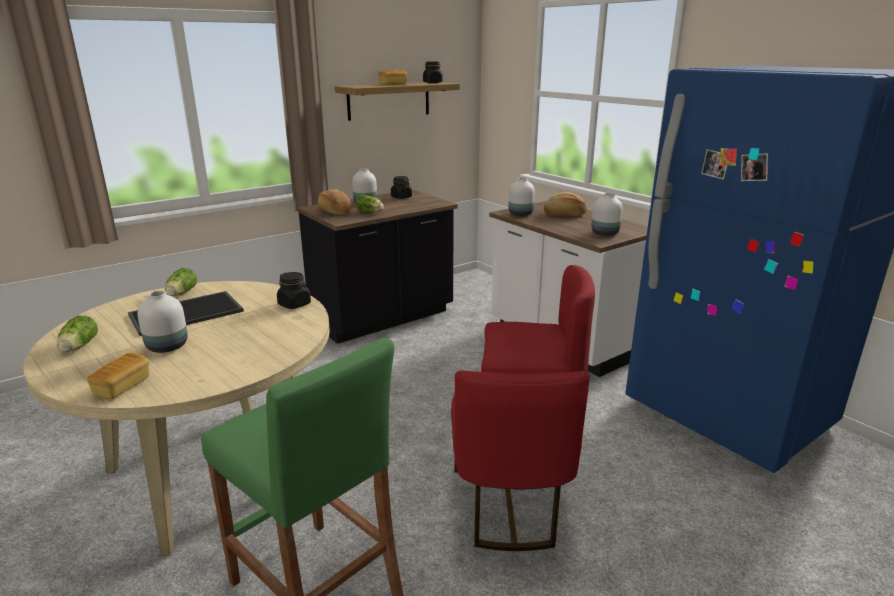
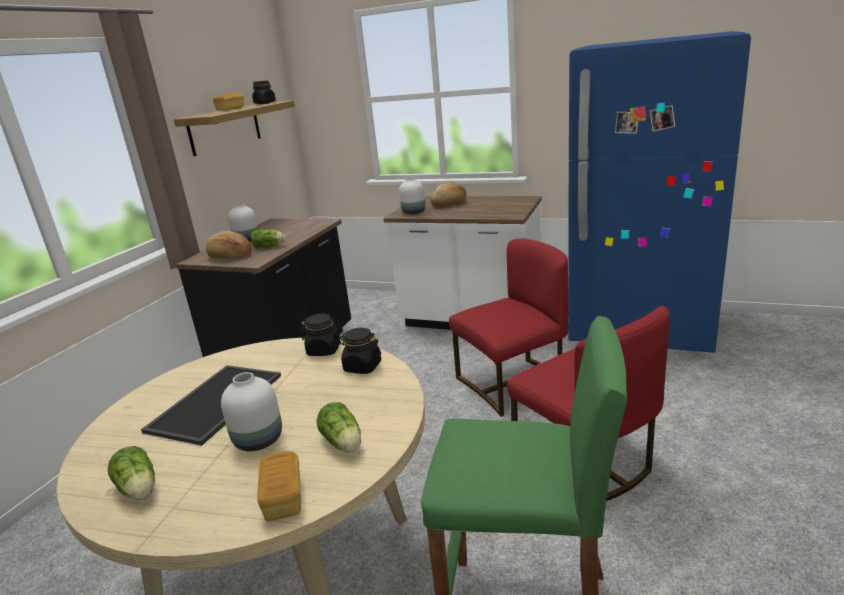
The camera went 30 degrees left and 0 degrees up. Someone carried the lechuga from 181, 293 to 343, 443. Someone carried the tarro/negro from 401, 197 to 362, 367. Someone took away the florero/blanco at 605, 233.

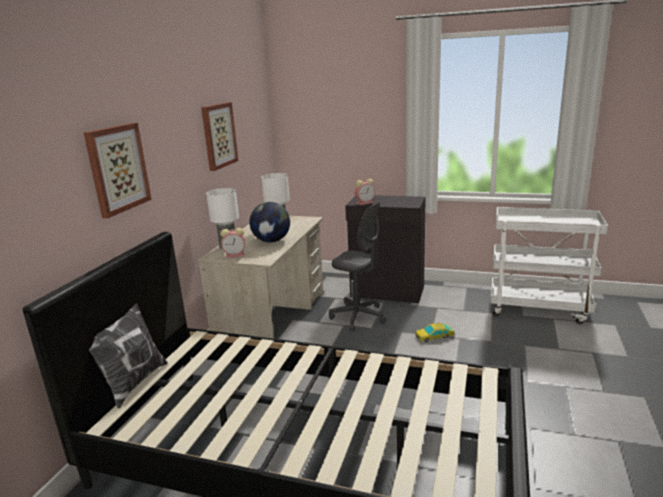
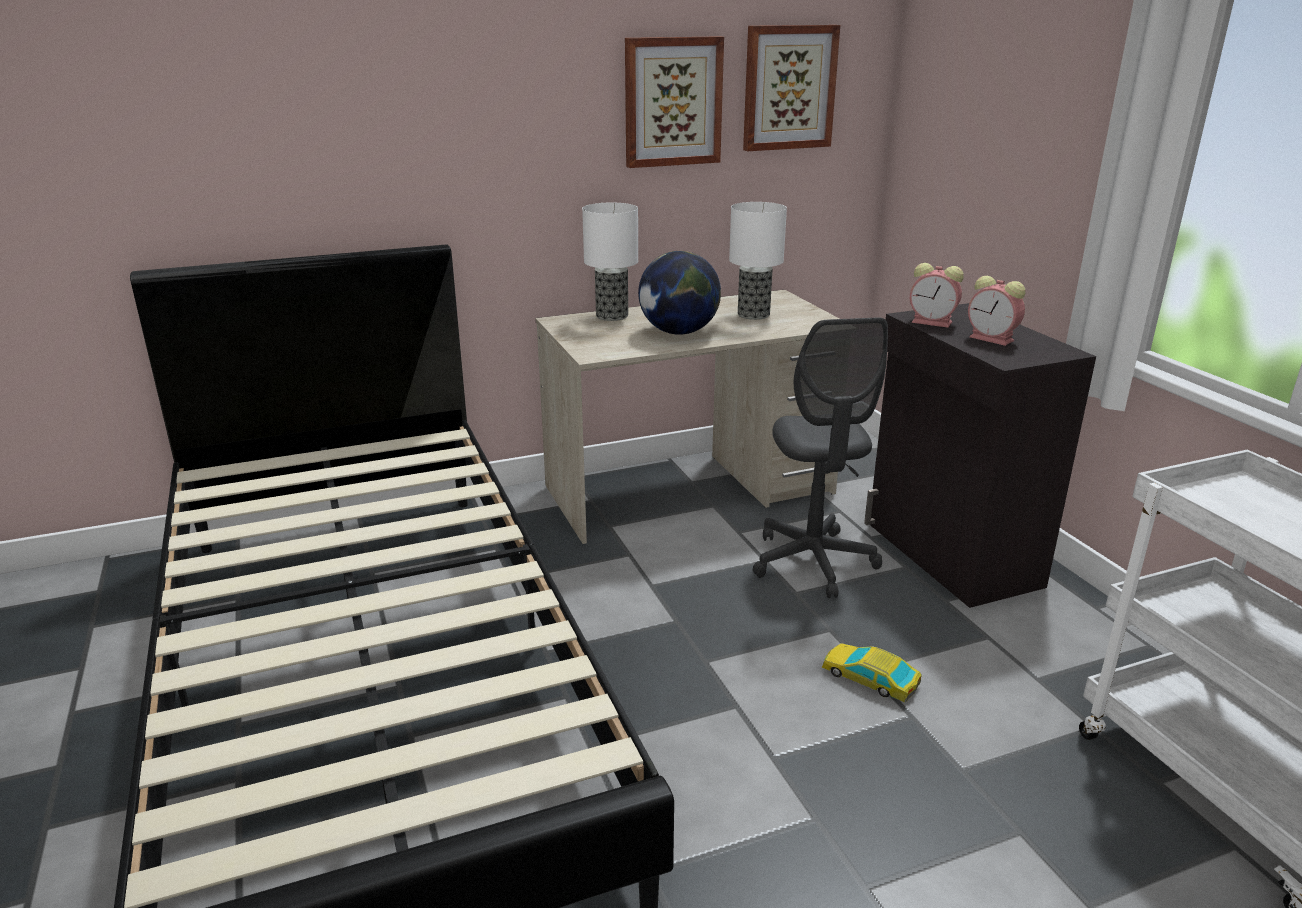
The camera went 50 degrees right and 5 degrees up. Someone carried the cuadro from 117, 168 to 788, 88. Someone took away the cojín at 132, 384. Someone carried the despertador from 235, 255 to 993, 339.

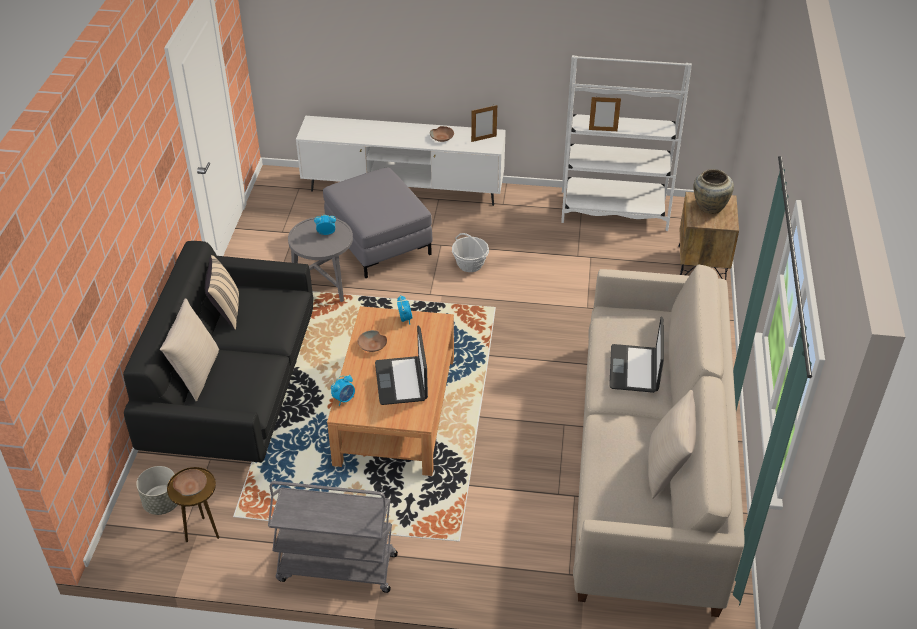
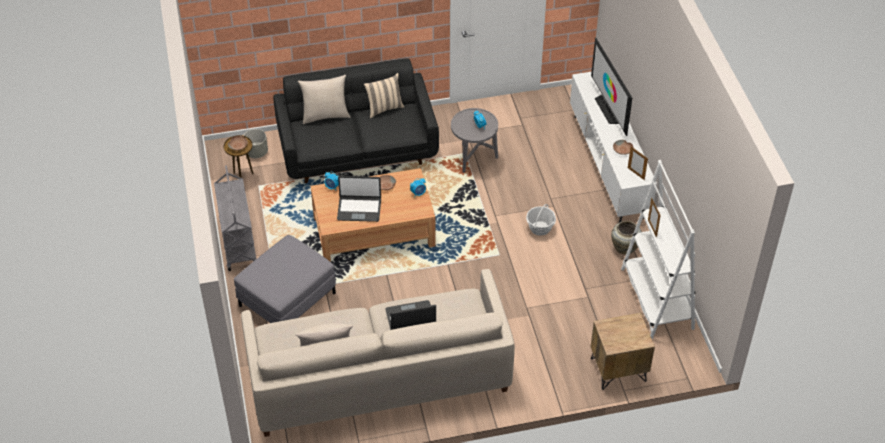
The camera went 70 degrees right and 5 degrees up. Someone carried the puf/gris from 379, 242 to 287, 300. Someone rotated the portátil at 402, 381 by 150 degrees counterclockwise. Someone carried the florero/beis from 709, 206 to 624, 247. Someone put down the televisor at 609, 109.

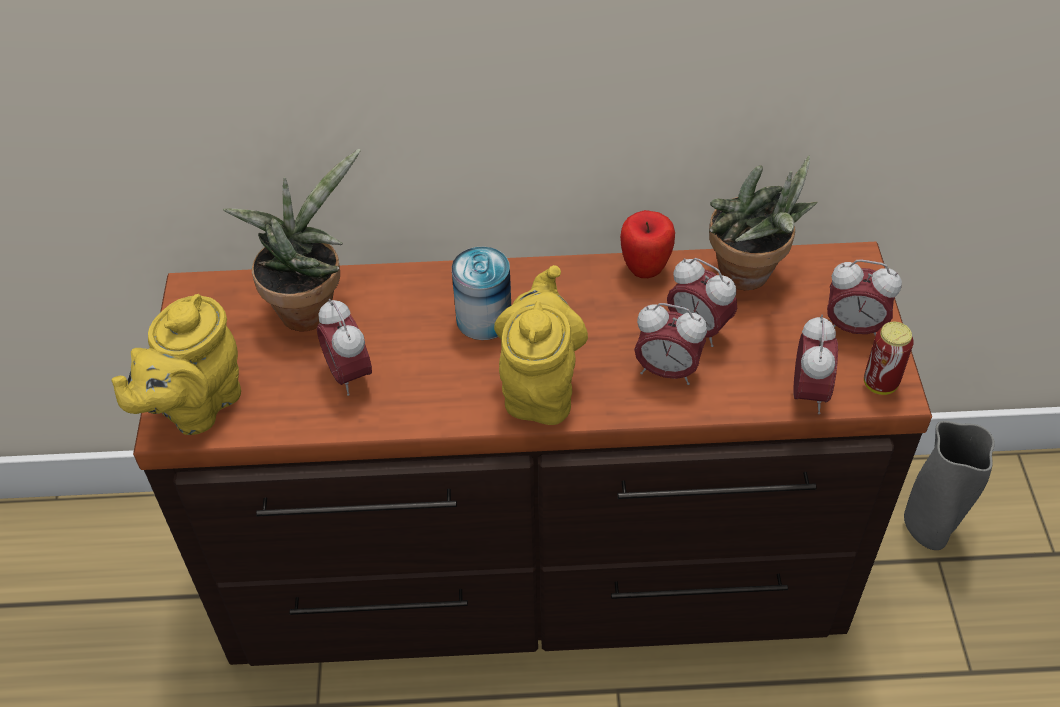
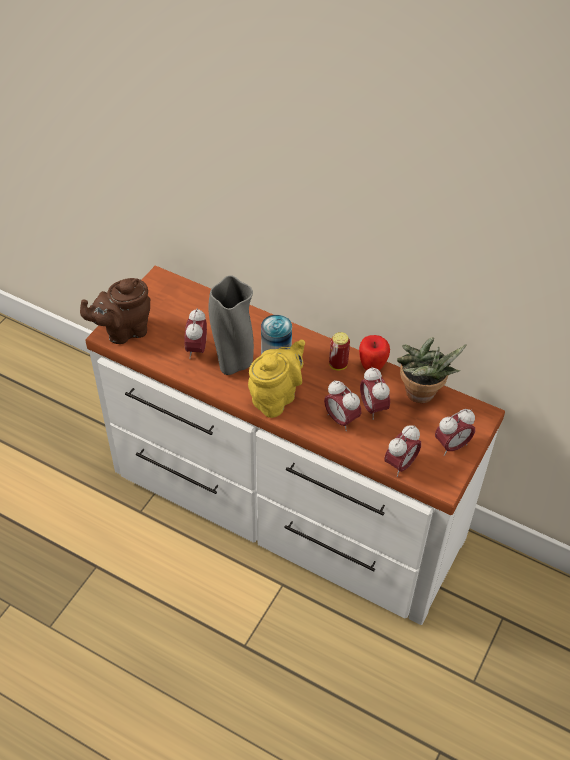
The camera went 30 degrees right and 0 degrees up. Someone repainted the tetera/amarillo at 196, 406, which became the tetera/marrón at 123, 331. Someone repainted the cómoda/marrón at 535, 572, which became the cómoda/blanco at 284, 507. Someone took away the planta en maceta at 309, 306. Someone rotated the despertador at 853, 328 by 75 degrees counterclockwise. Someone carried the lata from 880, 383 to 338, 365. Someone carried the florero/gris from 929, 530 to 233, 364.

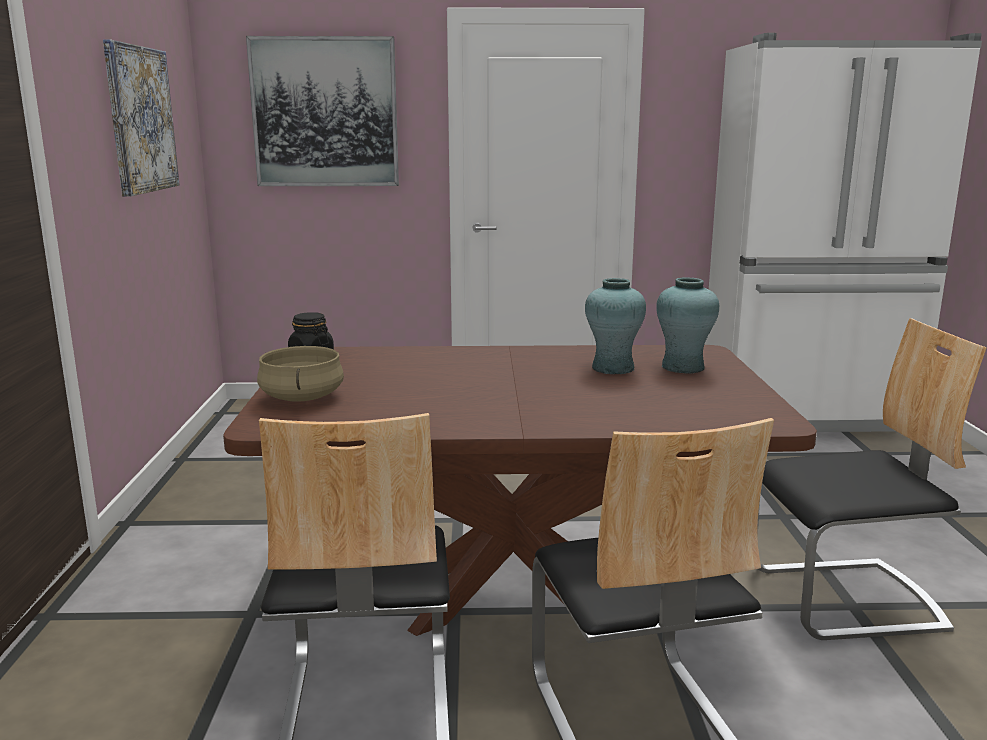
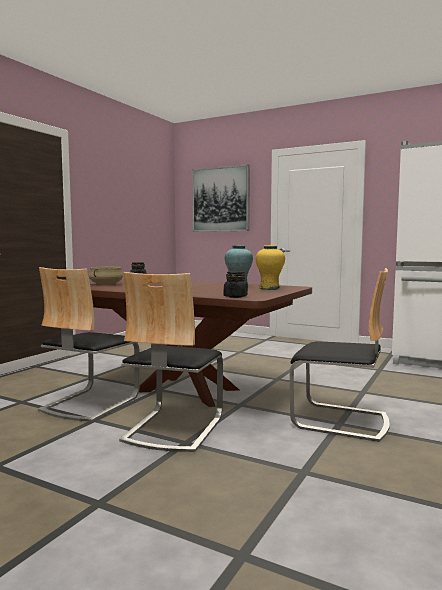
The camera went 30 degrees right and 10 degrees down. Someone took away the cuadro at 140, 119. Someone repainted the florero/turquesa at 682, 367, which became the florero/amarillo at 269, 288. Someone put down the tarro/negro at 235, 296.

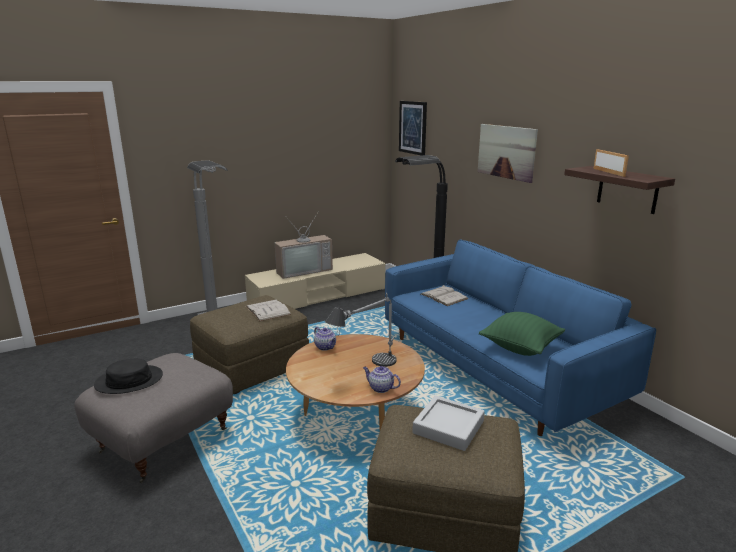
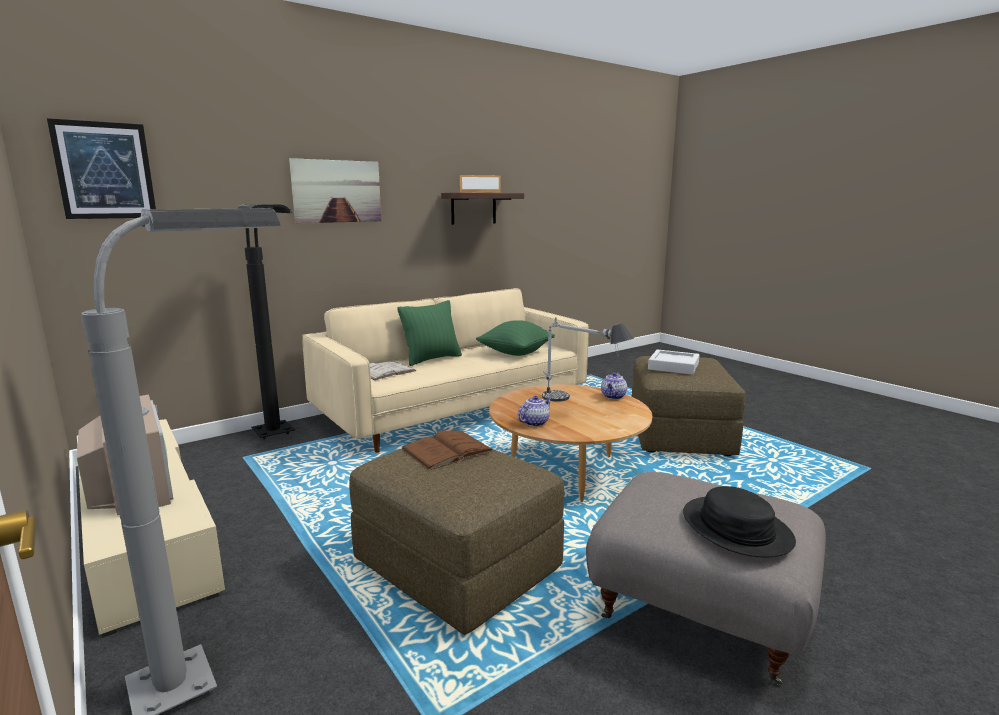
The camera went 95 degrees left and 5 degrees down. Someone repainted the libro/blanco at 268, 310, which became the libro/marrón at 447, 450. Someone repainted the sofá/azul at 495, 367, which became the sofá/beis at 453, 410. Someone put down the cojín/verde at 431, 359.

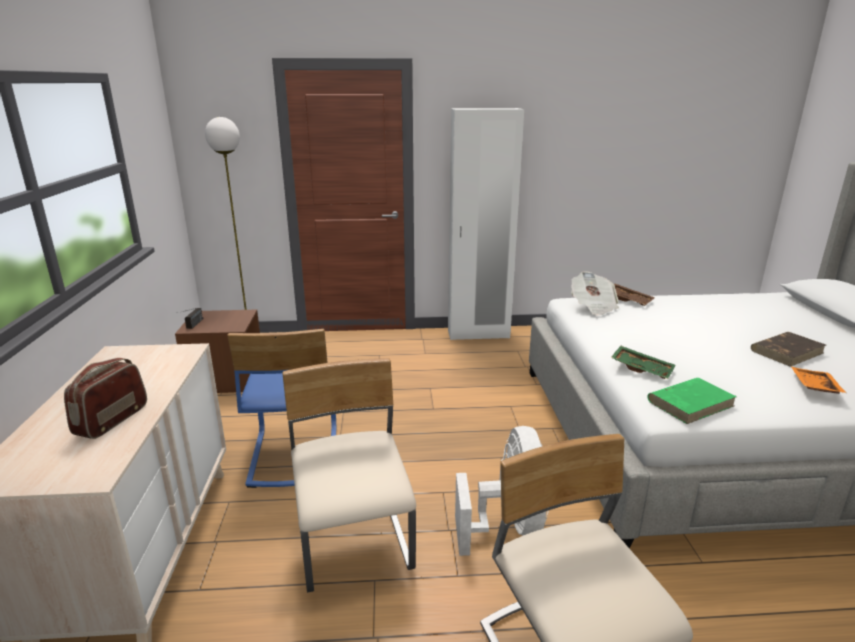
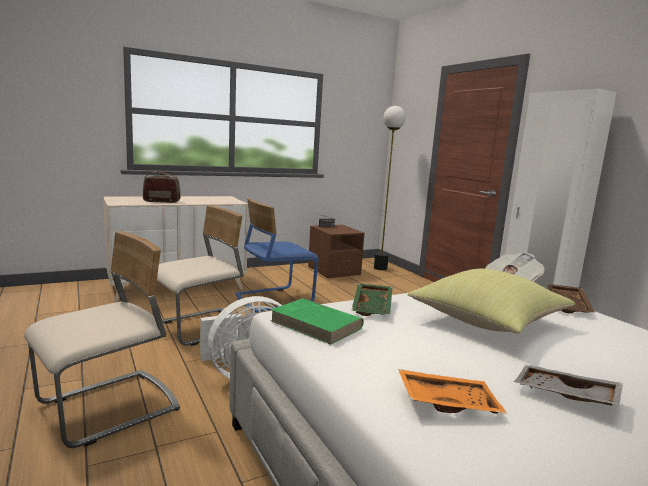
The camera went 65 degrees right and 10 degrees down. Someone swapped the libro/marrón at 787, 351 for the bandeja/gris at 564, 396. Someone put down the cojín/amarillo at 488, 324.

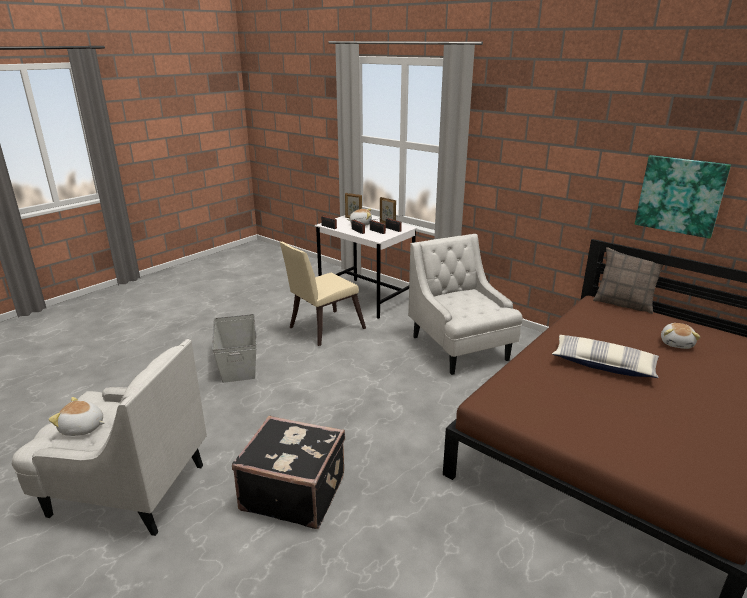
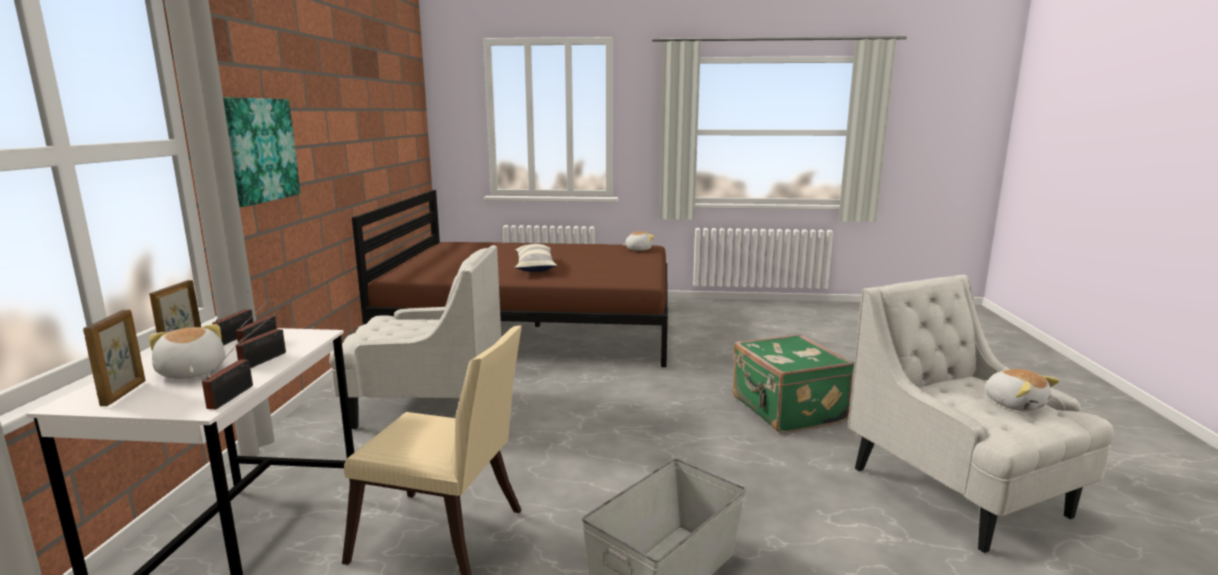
The camera went 125 degrees left and 10 degrees down. Someone repainted the maleta/negro at 294, 491, which became the maleta/verde at 786, 410. Someone rotated the sillón/blanco at 460, 349 by 120 degrees counterclockwise. Someone took away the cojín at 623, 304. Someone carried the cuadro from 680, 195 to 260, 150. Someone carried the peluche from 677, 343 to 638, 249.

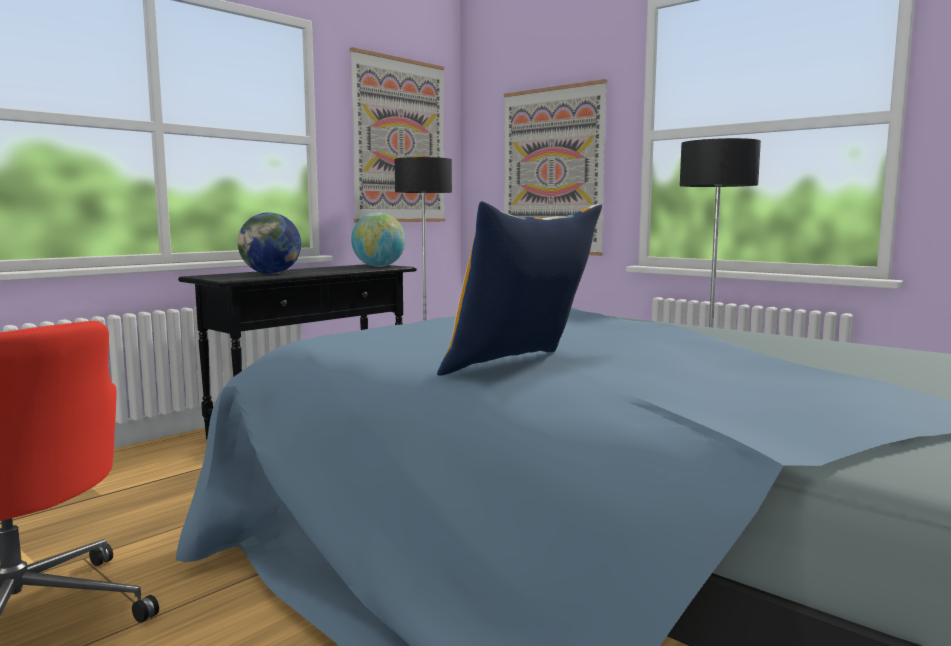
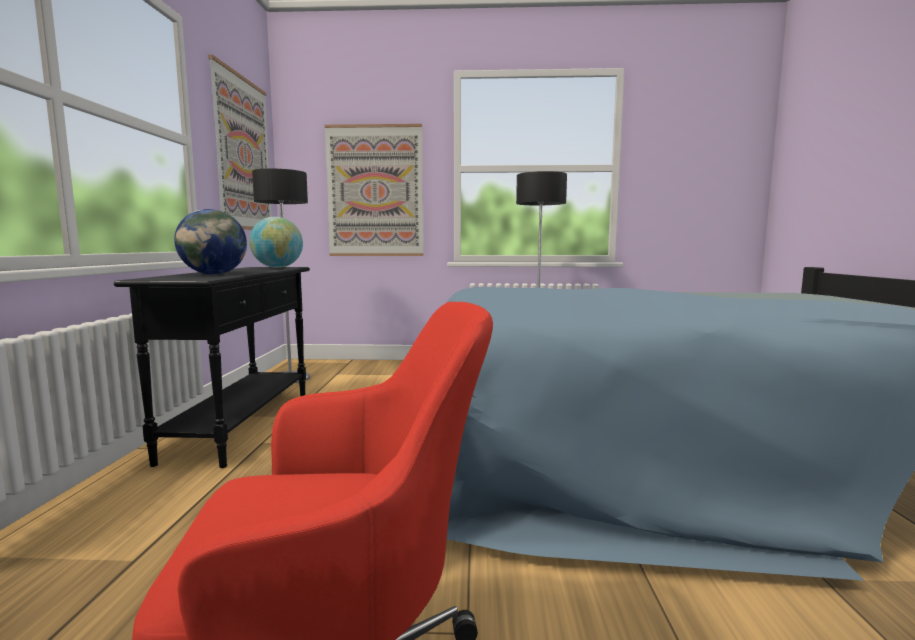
The camera went 40 degrees left and 0 degrees up. Someone took away the cojín at 520, 367.

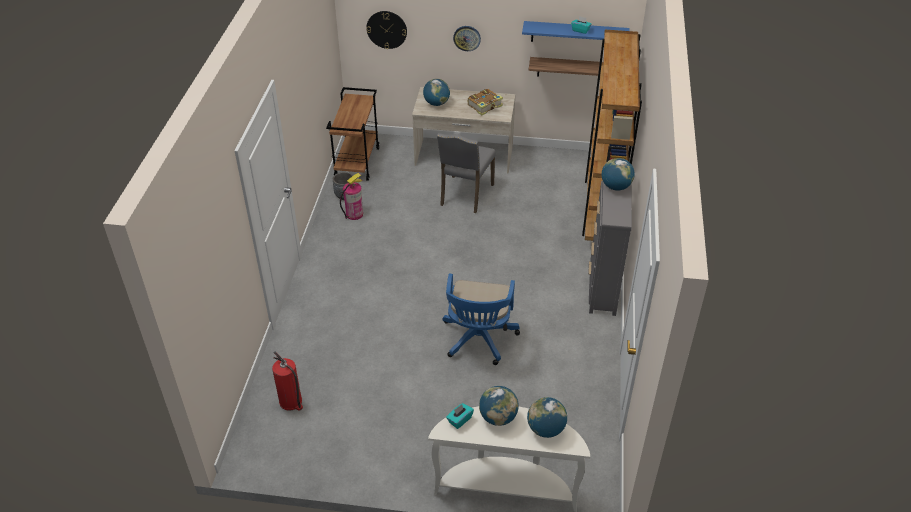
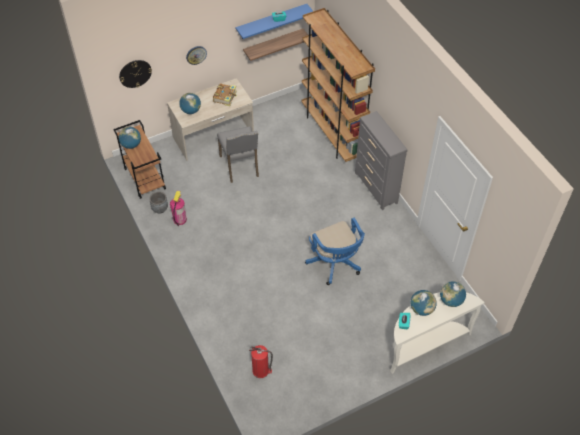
The camera went 35 degrees left and 10 degrees up. Someone carried the globo terráqueo from 615, 187 to 131, 145.

